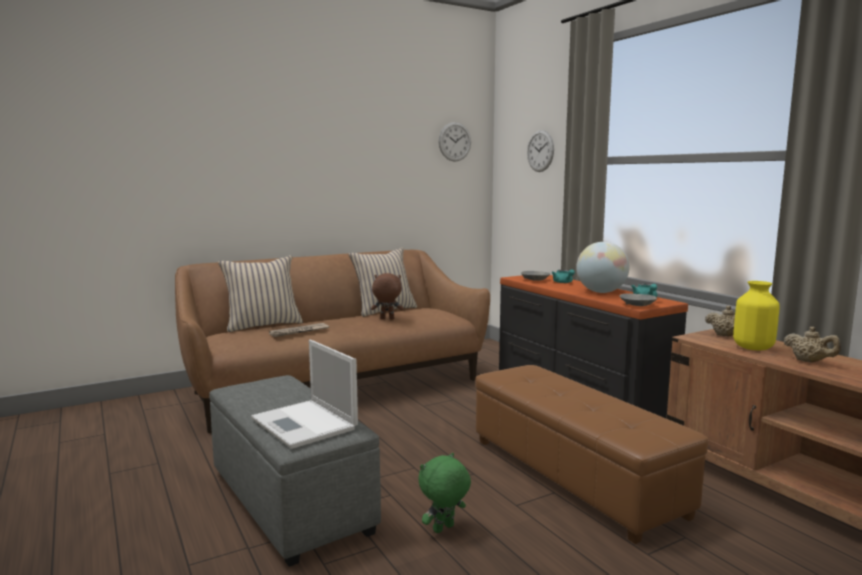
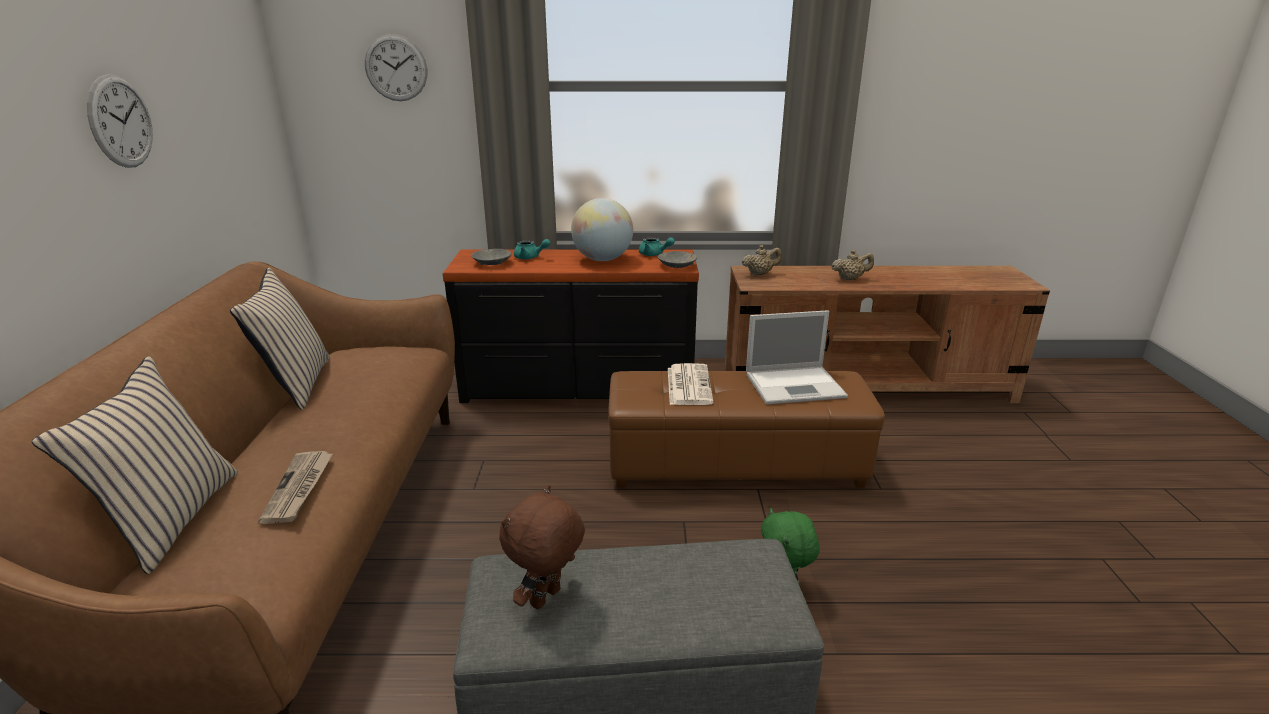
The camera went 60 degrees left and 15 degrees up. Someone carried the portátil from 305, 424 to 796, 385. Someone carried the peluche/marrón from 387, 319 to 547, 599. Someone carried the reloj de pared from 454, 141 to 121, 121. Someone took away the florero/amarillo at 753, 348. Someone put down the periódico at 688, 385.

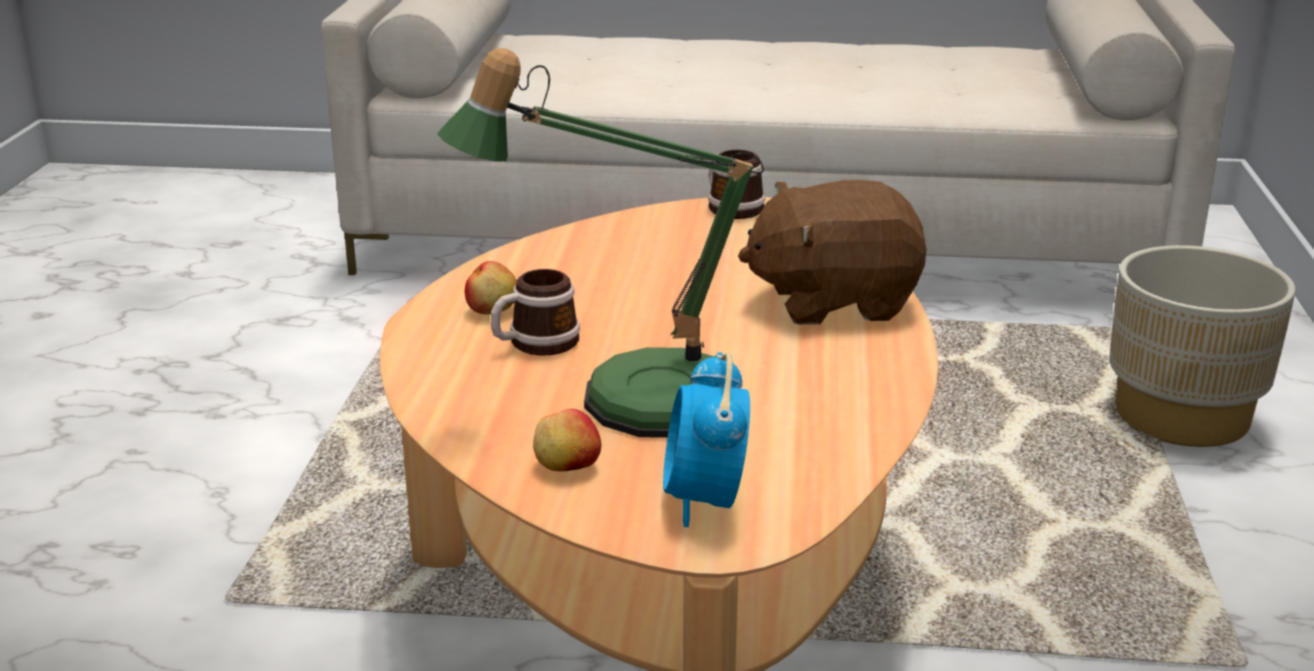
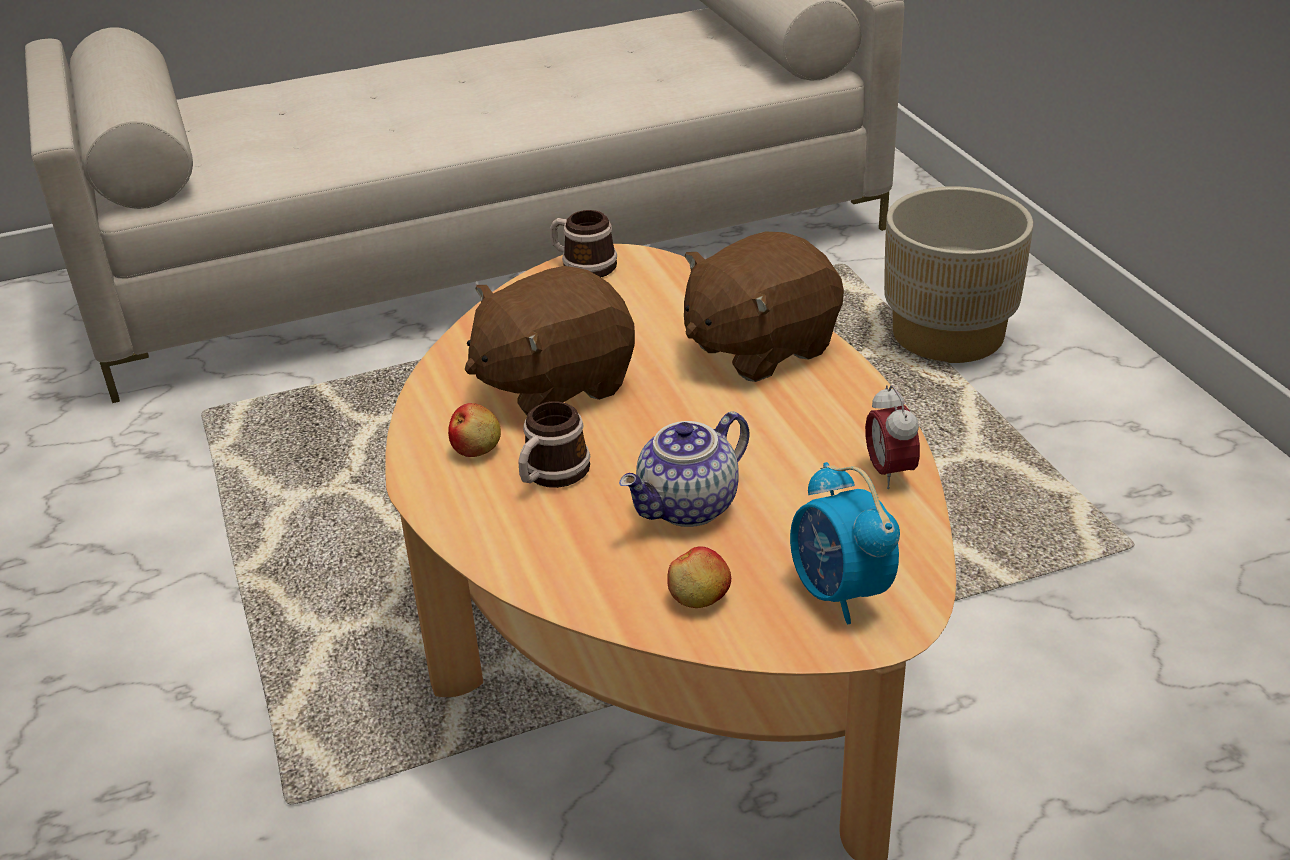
The camera went 25 degrees left and 10 degrees up. Someone swapped the lámpara de mesa at 632, 400 for the tetera at 689, 507. Someone put down the peluche/marrón at 554, 384. Someone put down the despertador at 889, 472.

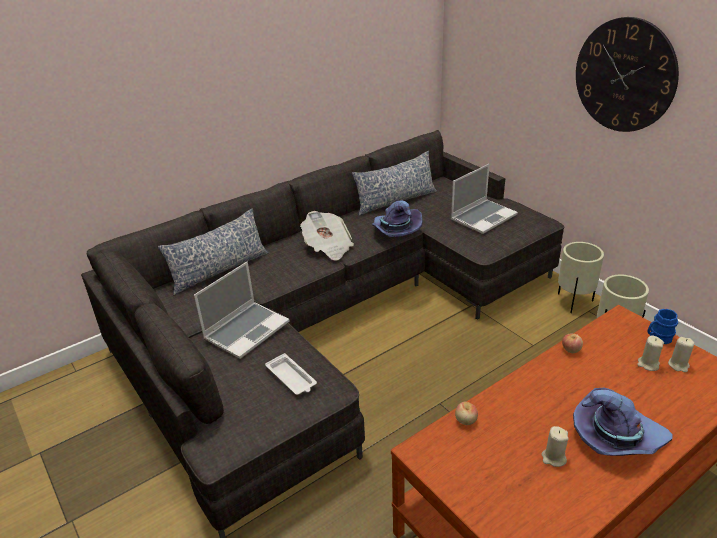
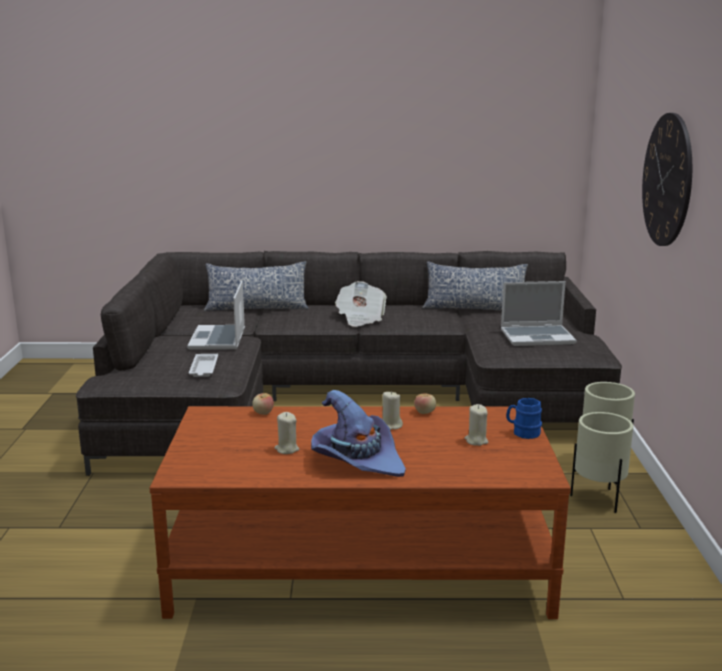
The camera went 35 degrees right and 15 degrees down. Someone rotated the portátil at 247, 330 by 105 degrees clockwise. Someone took away the sombrero/morado at 395, 231. Someone carried the vela/beis from 678, 365 to 390, 426.

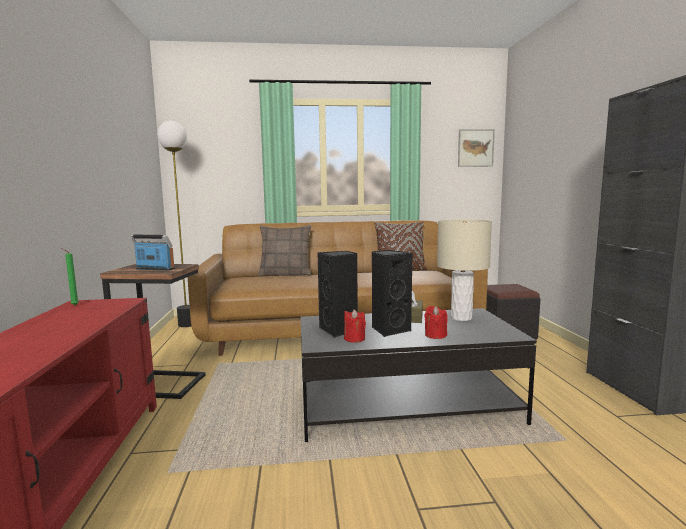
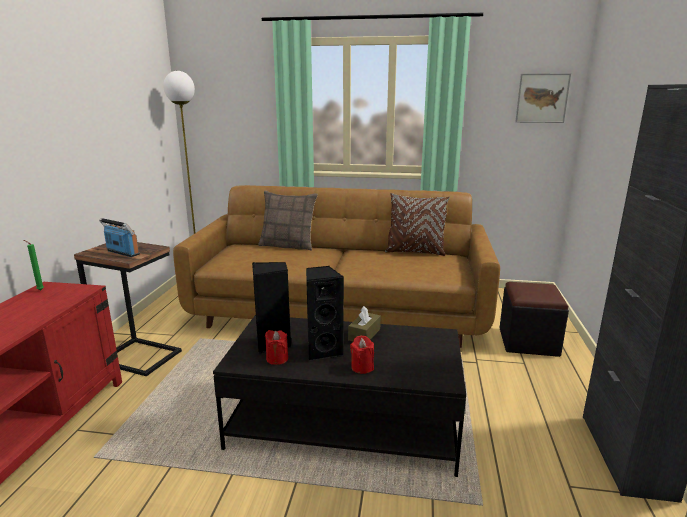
The camera went 15 degrees right and 10 degrees up. Someone took away the lámpara de mesa/beis at 461, 318.

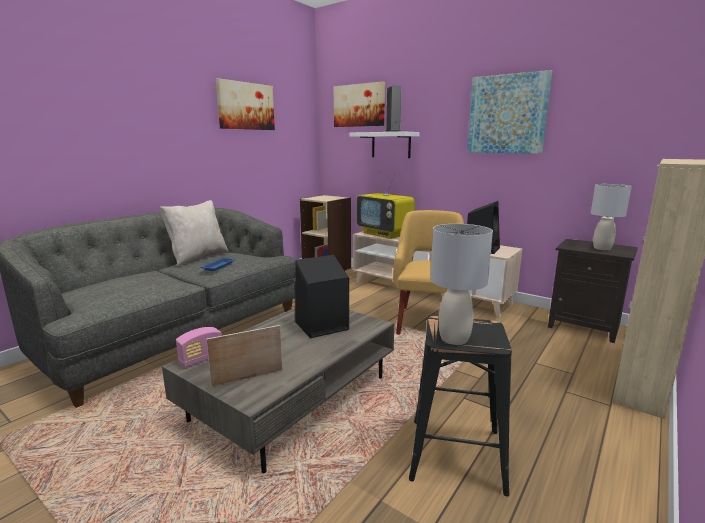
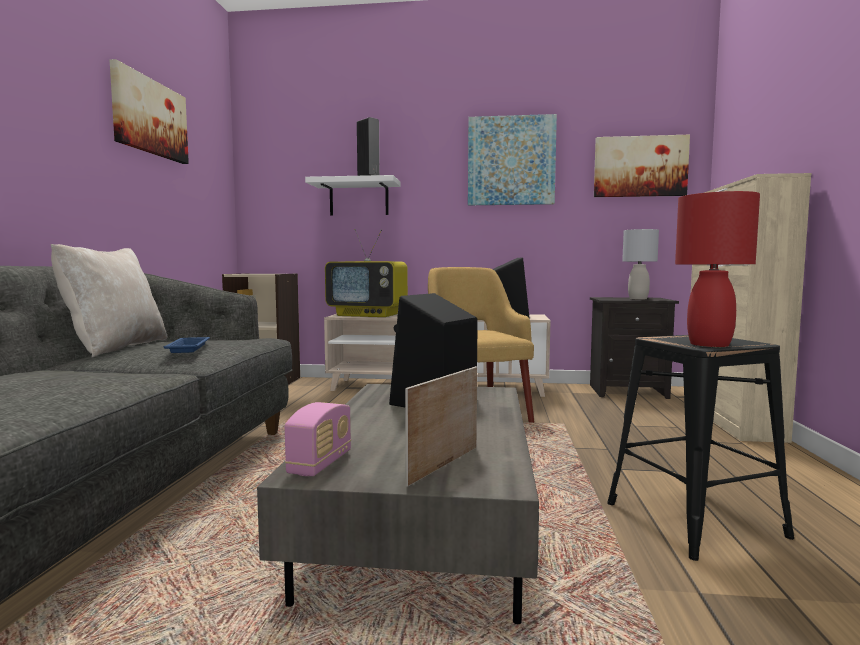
The camera went 30 degrees left and 10 degrees down. Someone carried the cuadro from 359, 105 to 640, 167. Someone repainted the lámpara de mesa/gris at 454, 339, which became the lámpara de mesa/rojo at 710, 344.

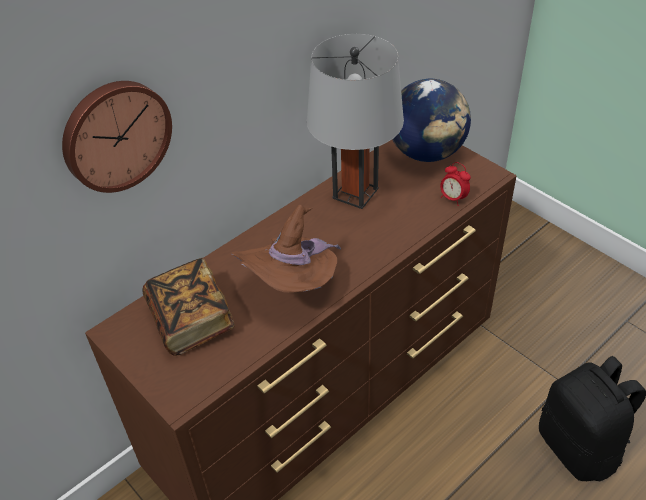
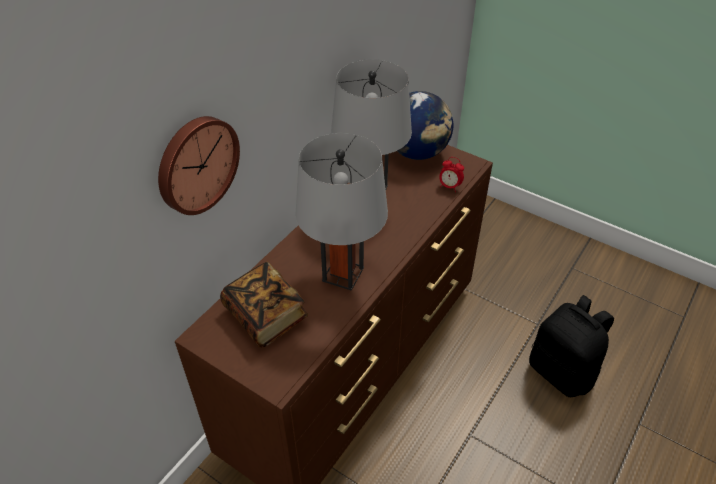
The camera went 15 degrees left and 0 degrees up. Someone swapped the sombrero/marrón at 293, 285 for the lámpara de mesa/gris at 343, 274.

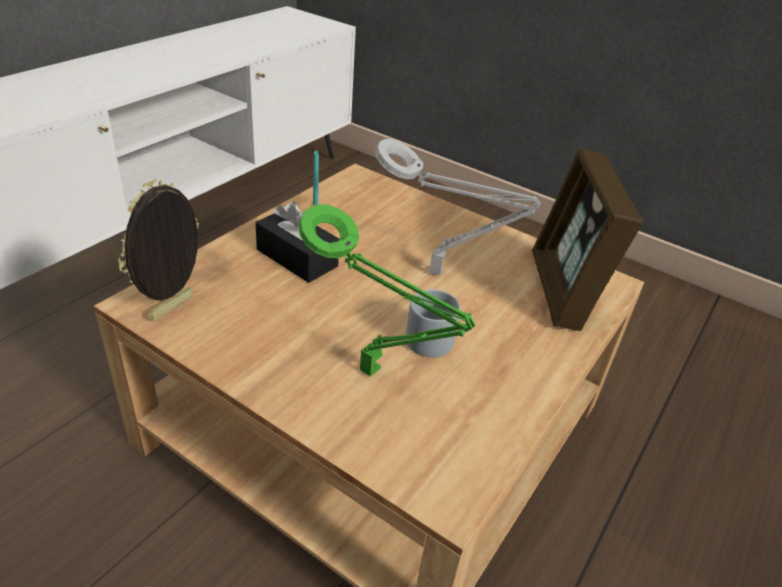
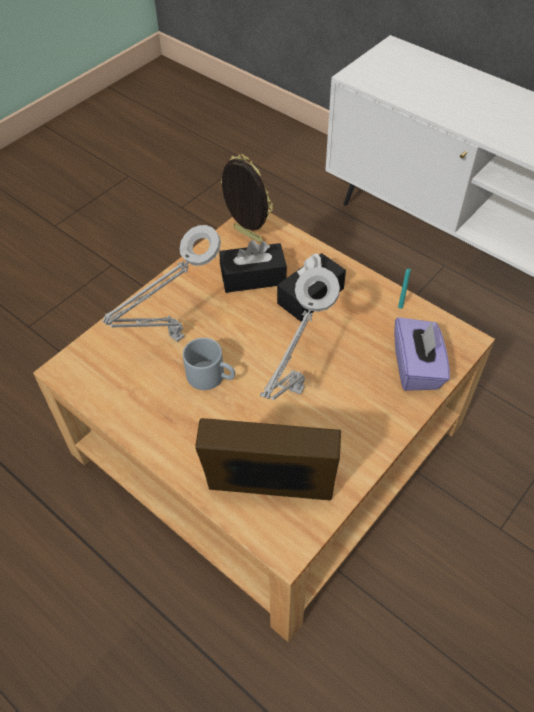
The camera went 100 degrees right and 15 degrees up. Someone repainted the lámpara de mesa/verde at 375, 374, which became the lámpara de mesa/gris at 173, 339. Someone put down the caja de pañuelos/negro at 253, 277. Someone put down the caja de pañuelos/morado at 417, 368.

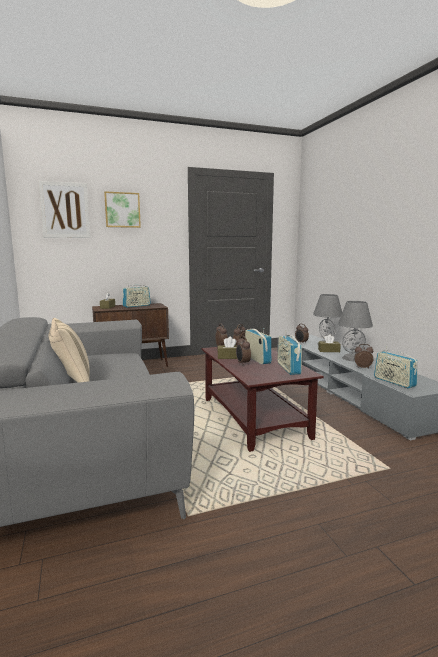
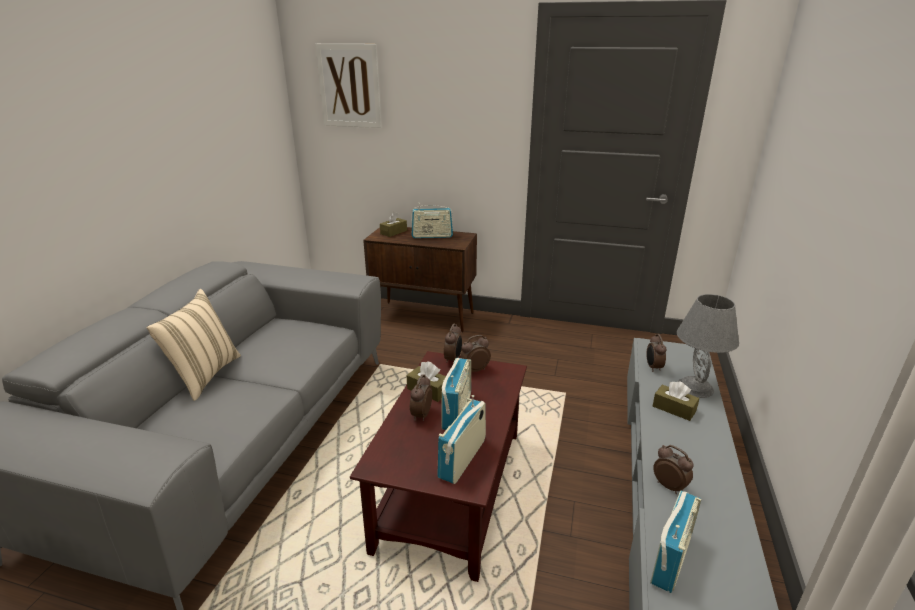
The camera went 35 degrees right and 15 degrees up. Someone took away the cuadro at 122, 210. Someone took away the lámpara de mesa/gris at 352, 358. Someone rotated the radio at 394, 382 by 150 degrees counterclockwise.

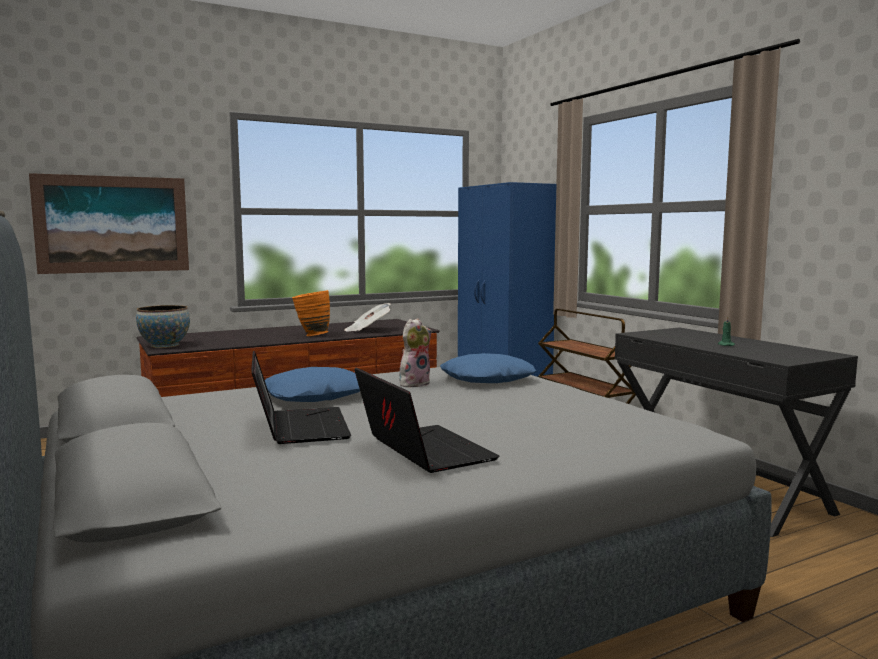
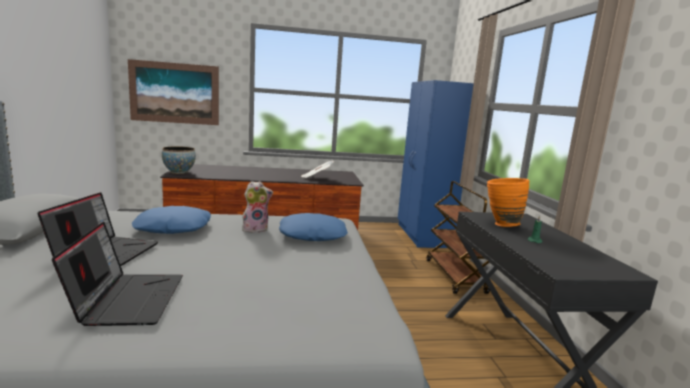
The camera went 20 degrees right and 5 degrees up. Someone carried the florero/naranja from 311, 335 to 500, 224.

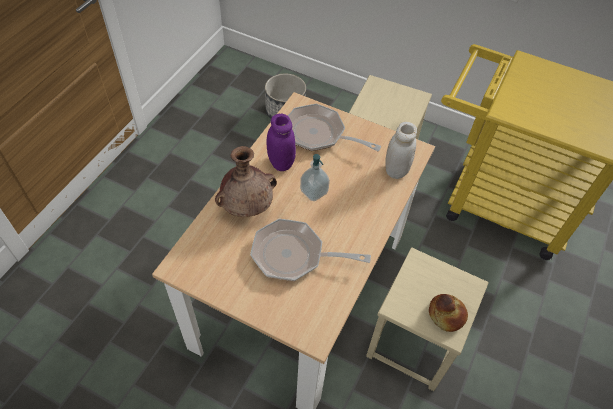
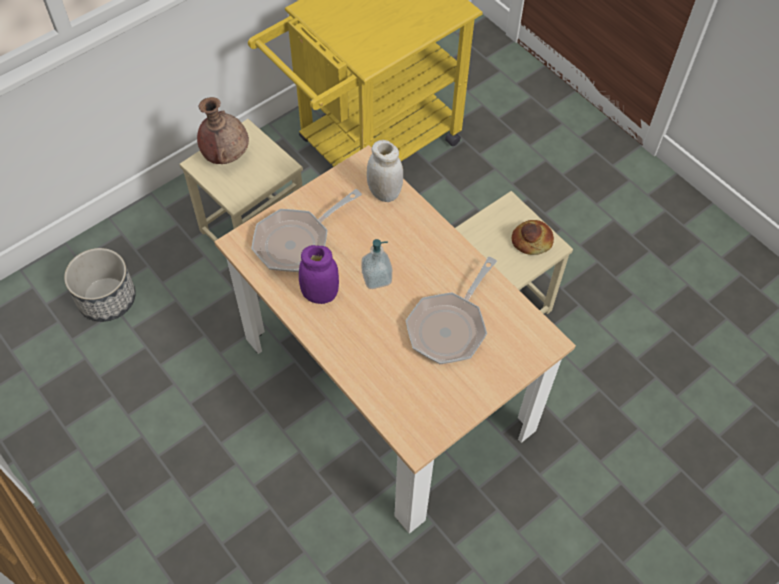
The camera went 65 degrees left and 5 degrees up. Someone carried the florero/marrón from 248, 207 to 226, 154.

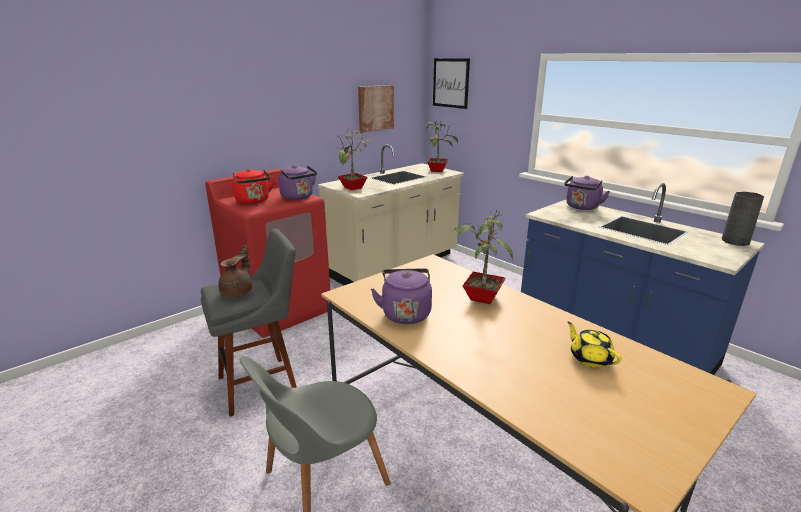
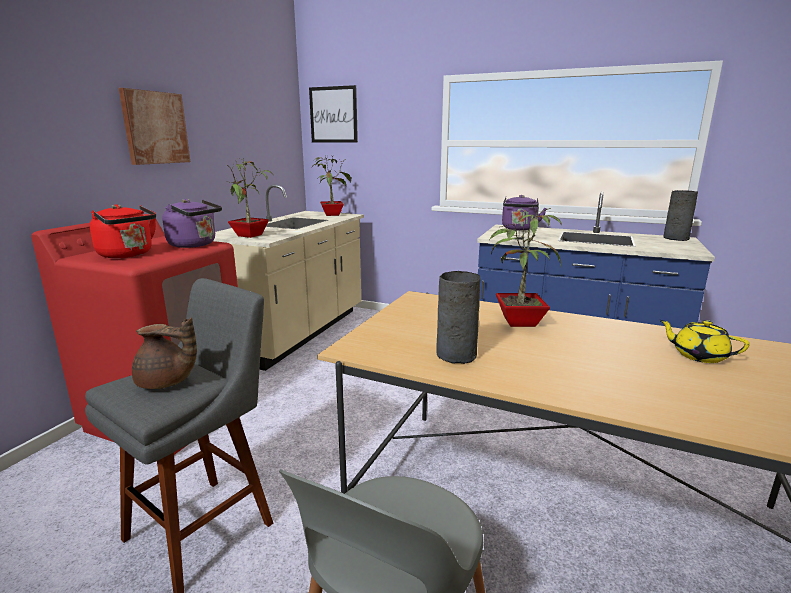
The camera went 25 degrees left and 5 degrees down. Someone rotated the tetera/marrón at 238, 292 by 105 degrees clockwise. Someone carried the cuadro from 375, 108 to 155, 128. Someone swapped the hervidor/morado at 405, 313 for the florero/gris at 456, 354.

